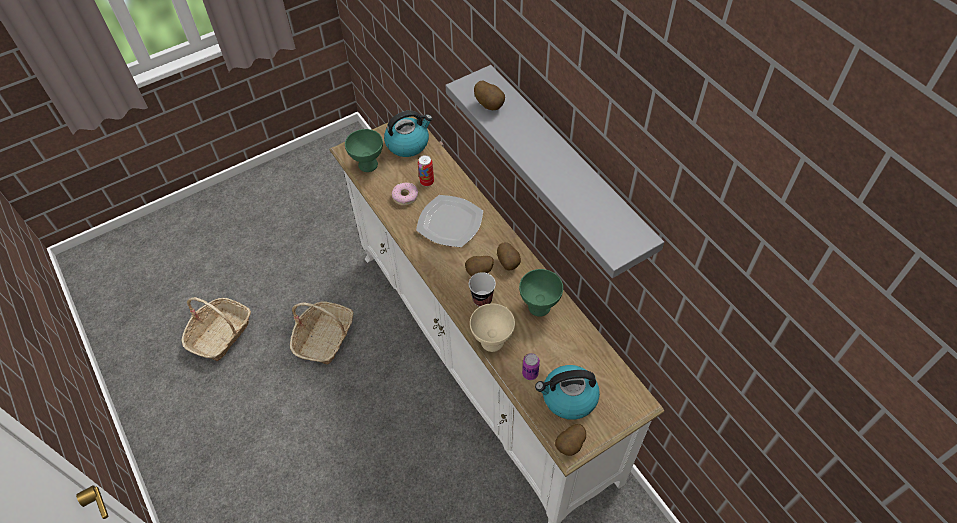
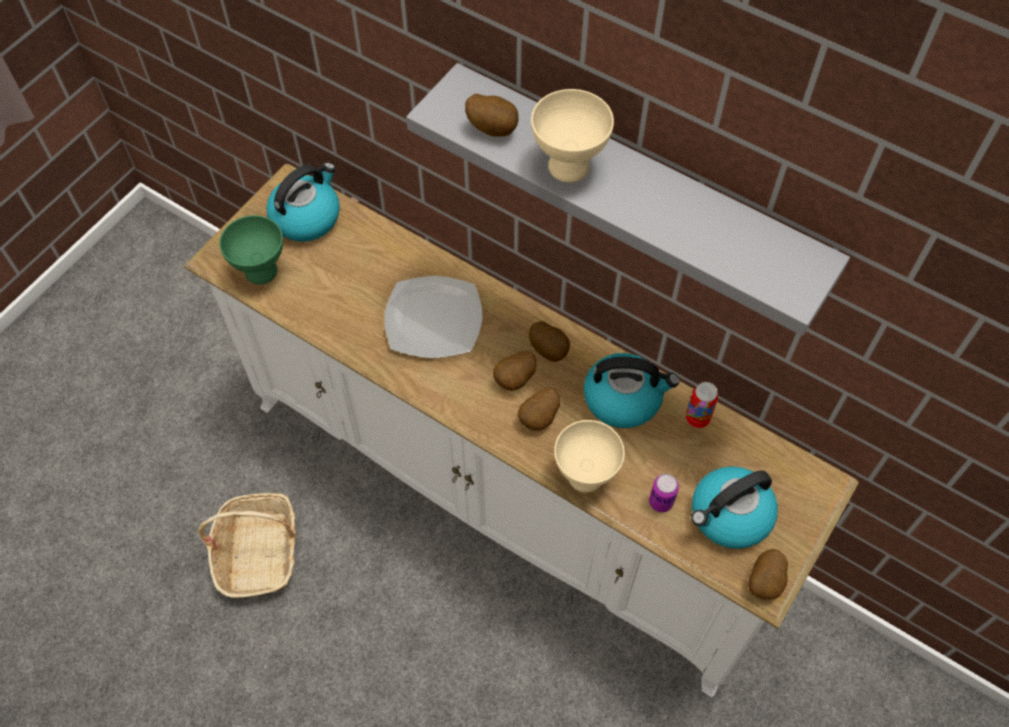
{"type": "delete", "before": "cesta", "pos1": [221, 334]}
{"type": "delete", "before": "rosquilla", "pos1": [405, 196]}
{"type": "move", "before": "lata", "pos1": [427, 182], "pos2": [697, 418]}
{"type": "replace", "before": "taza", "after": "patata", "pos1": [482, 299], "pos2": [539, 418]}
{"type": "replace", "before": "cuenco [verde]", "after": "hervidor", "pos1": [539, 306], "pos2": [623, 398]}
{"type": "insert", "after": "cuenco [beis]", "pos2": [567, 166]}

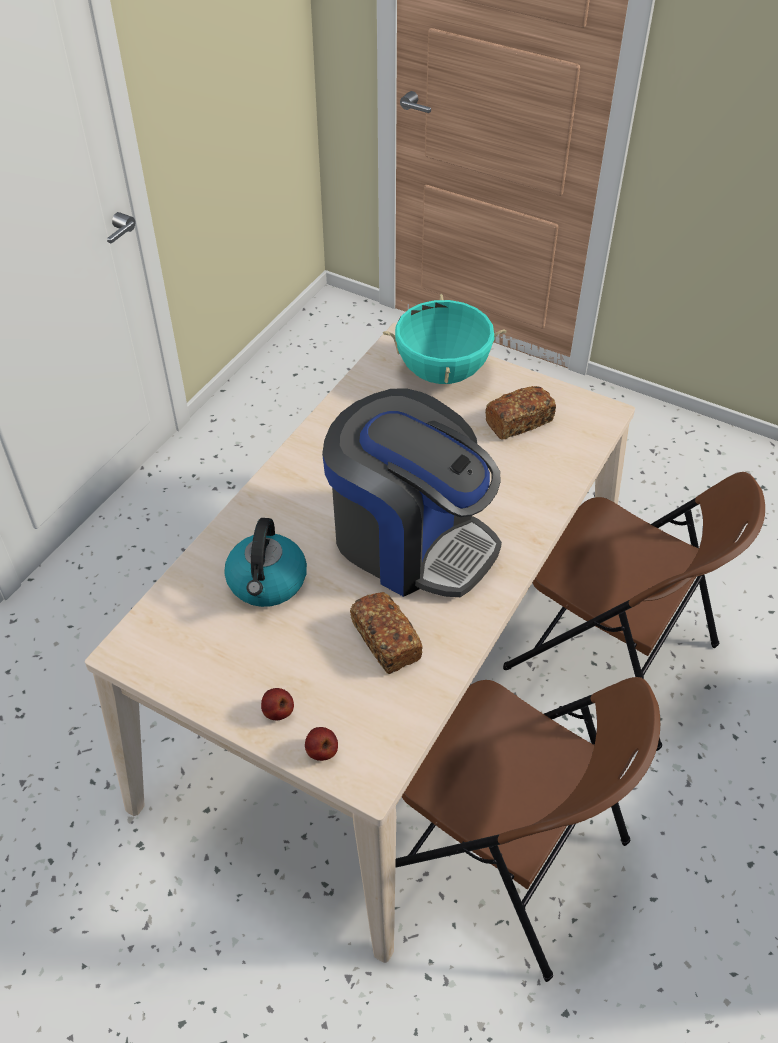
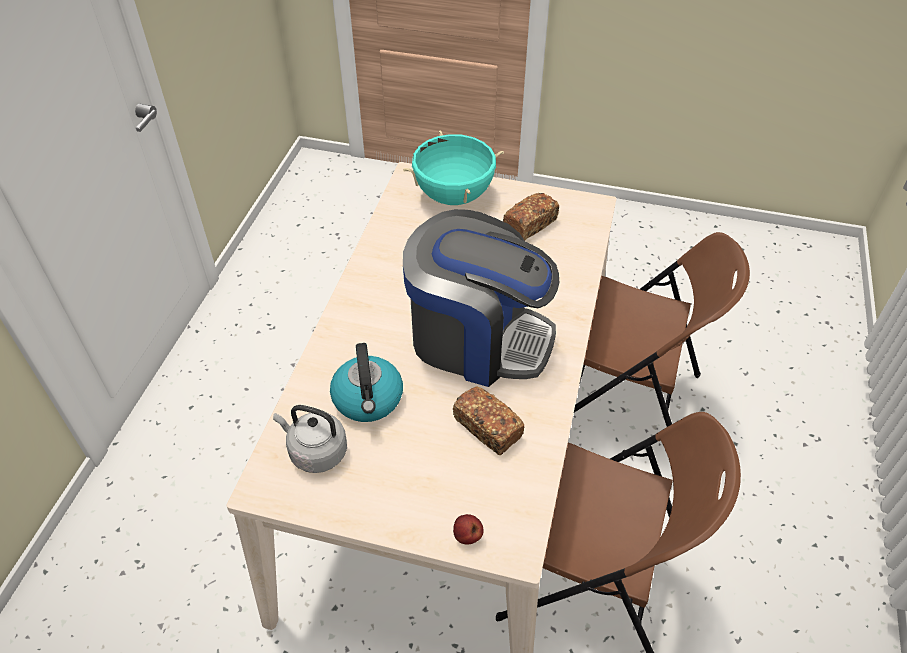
{"type": "delete", "before": "manzana", "pos1": [278, 712]}
{"type": "insert", "after": "hervidor [gris]", "pos2": [315, 452]}

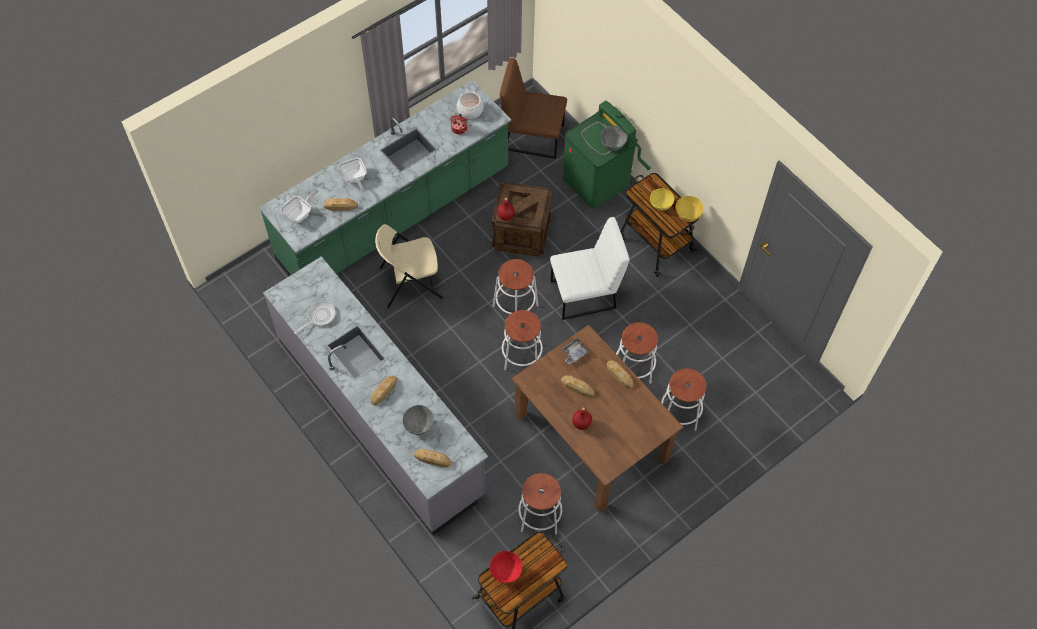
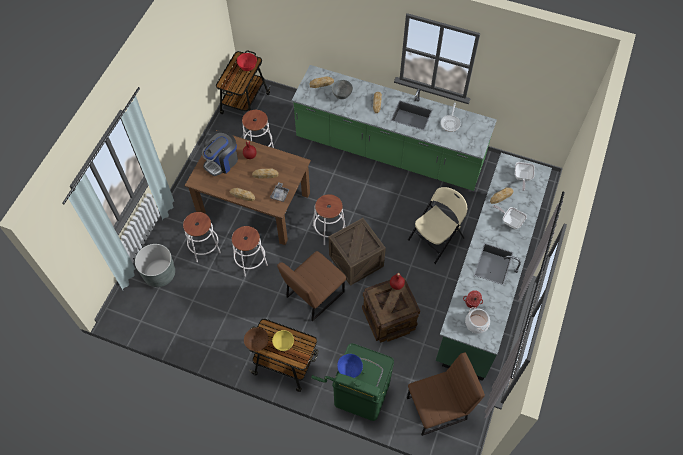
{"type": "recolor", "before": "mueble bajo de cocina [gris]", "after": "mueble bajo de cocina [verde]", "pos1": [380, 415], "pos2": [389, 151]}
{"type": "replace", "before": "taburete [blanco]", "after": "caja de embalaje", "pos1": [515, 306], "pos2": [356, 261]}
{"type": "recolor", "before": "silla [blanco]", "after": "silla [marrón]", "pos1": [585, 294], "pos2": [313, 295]}
{"type": "recolor", "before": "cuenco [gris]", "after": "cuenco [azul]", "pos1": [612, 145], "pos2": [350, 370]}
{"type": "recolor", "before": "cuenco [amarillo]", "after": "cuenco [marrón]", "pos1": [687, 216], "pos2": [257, 343]}
{"type": "insert", "after": "maceta [gris]", "pos2": [159, 274]}
{"type": "insert", "after": "cafetera", "pos2": [222, 161]}

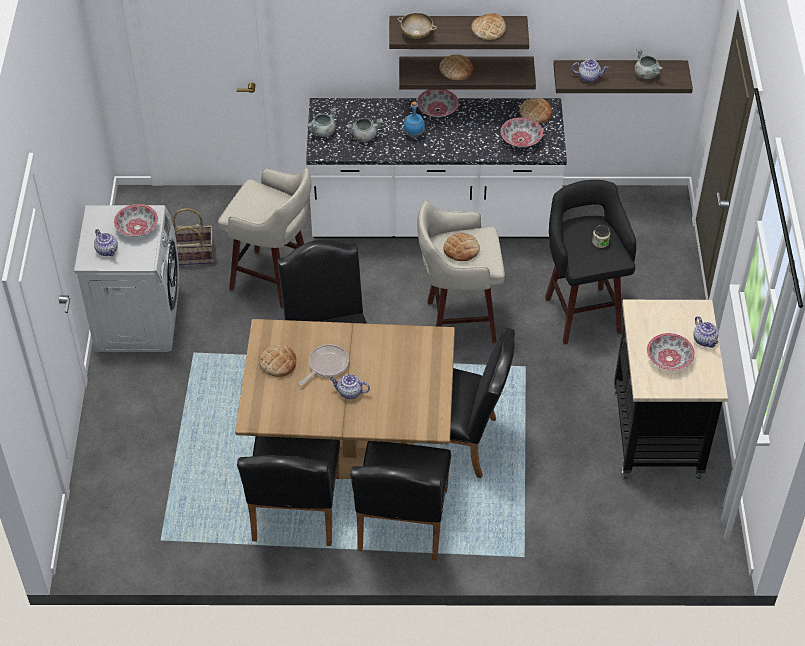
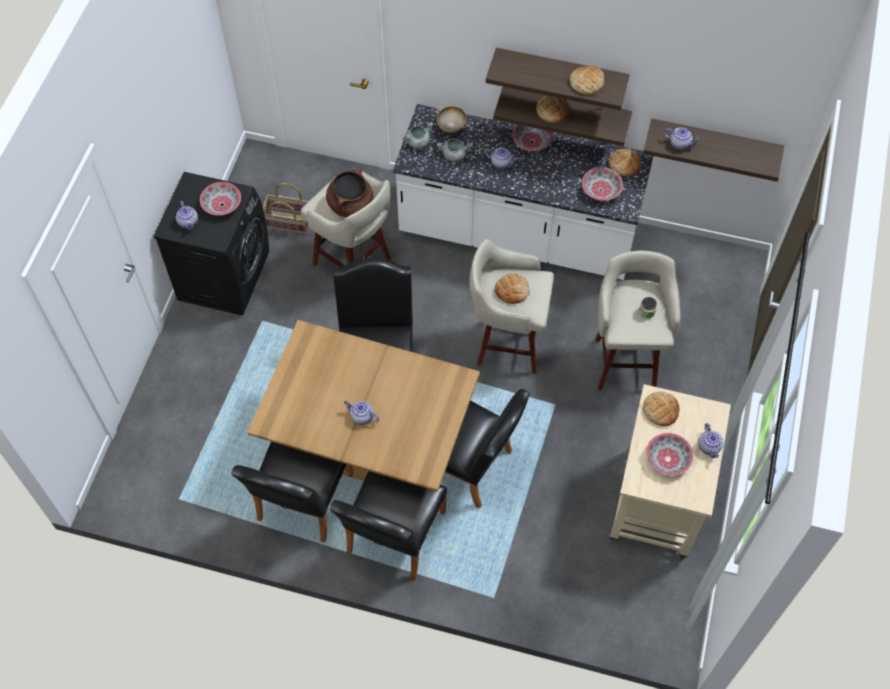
{"type": "recolor", "before": "lavadora [blanco]", "after": "lavadora [negro]", "pos1": [138, 319], "pos2": [224, 276]}
{"type": "move", "before": "pan", "pos1": [278, 363], "pos2": [660, 410]}
{"type": "delete", "before": "sartén", "pos1": [326, 365]}
{"type": "move", "before": "cuenco [beis]", "pos1": [416, 34], "pos2": [451, 126]}
{"type": "replace", "before": "botella [azul]", "after": "tetera", "pos1": [414, 135], "pos2": [501, 163]}
{"type": "recolor", "before": "taburete [negro]", "after": "taburete [beis]", "pos1": [582, 312], "pos2": [625, 361]}
{"type": "recolor", "before": "carrito [negro]", "after": "carrito [beis]", "pos1": [657, 435], "pos2": [656, 504]}
{"type": "delete", "before": "olla [gris]", "pos1": [646, 74]}
{"type": "insert", "after": "olla [marrón]", "pos2": [350, 204]}

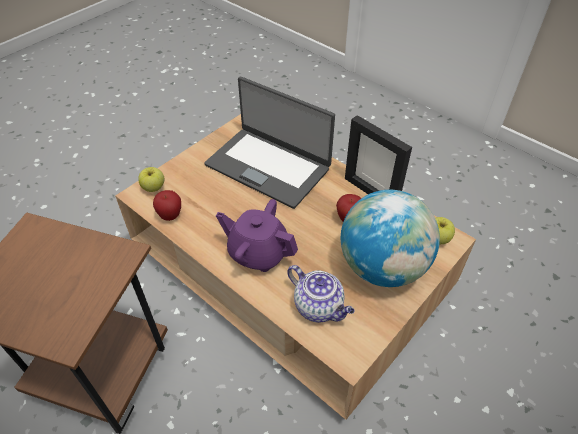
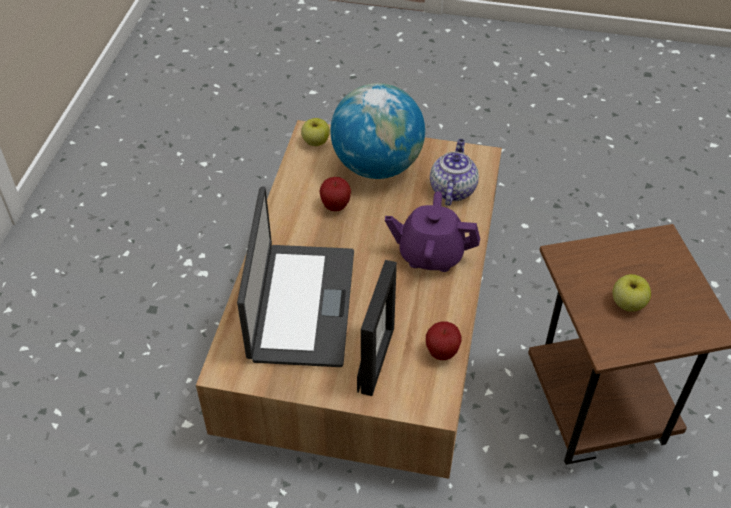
{"type": "move", "before": "manzana", "pos1": [154, 187], "pos2": [627, 303]}
{"type": "rotate", "before": "tetera [morado]", "pos1": [258, 253], "pos2": [430, 254], "turn": 105}
{"type": "move", "before": "portarretratos", "pos1": [371, 191], "pos2": [376, 359]}

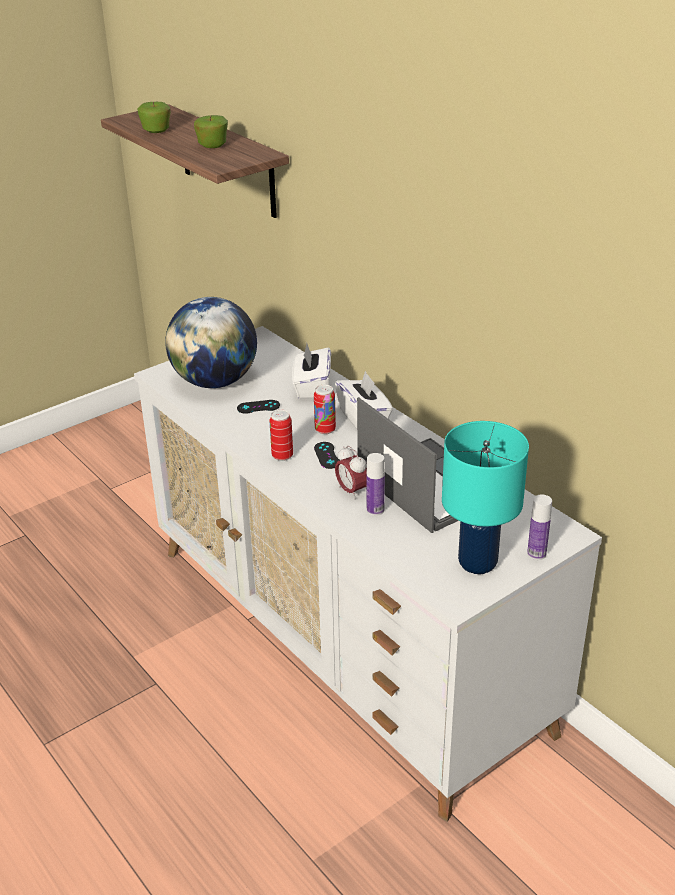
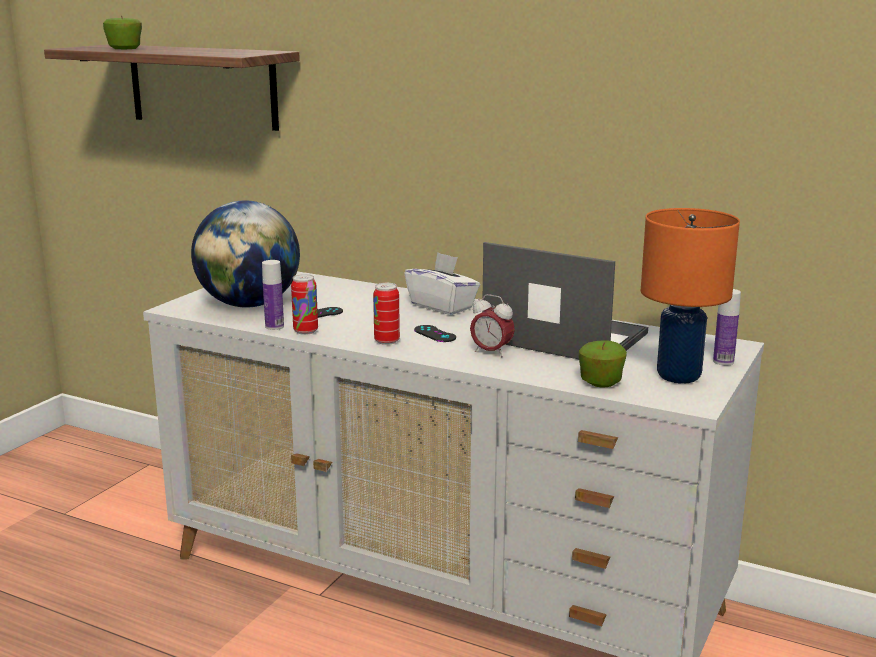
{"type": "move", "before": "manzana", "pos1": [212, 145], "pos2": [601, 382]}
{"type": "delete", "before": "caja de pañuelos [blanco]", "pos1": [312, 388]}
{"type": "move", "before": "lata", "pos1": [325, 430], "pos2": [305, 331]}
{"type": "move", "before": "botella", "pos1": [375, 510], "pos2": [274, 326]}
{"type": "recolor", "before": "lámpara de mesa [turquesa]", "after": "lámpara de mesa [naranja]", "pos1": [475, 563], "pos2": [676, 376]}

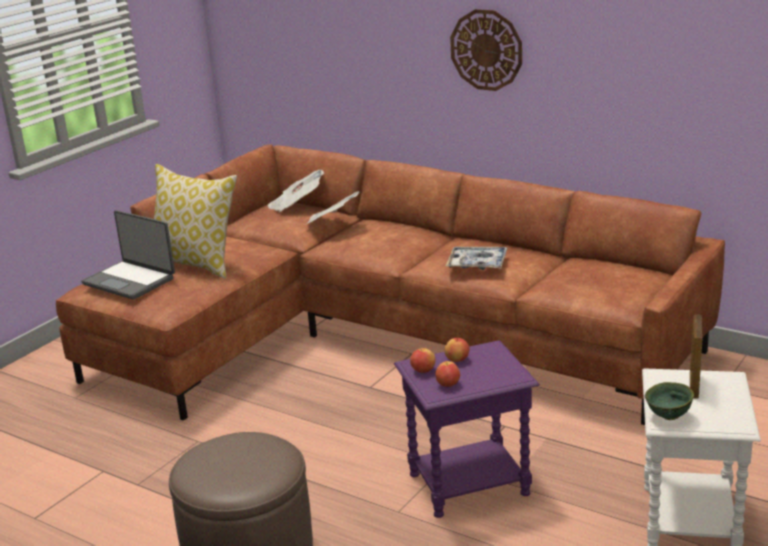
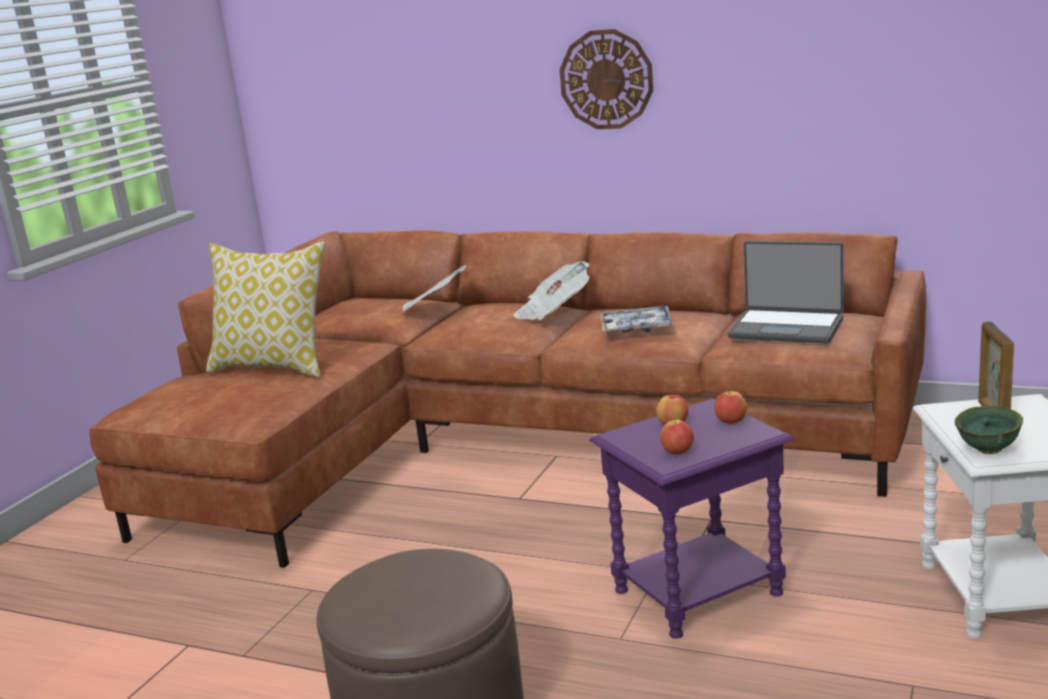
{"type": "move", "before": "portátil", "pos1": [130, 281], "pos2": [786, 328]}
{"type": "move", "before": "periódico", "pos1": [296, 205], "pos2": [553, 312]}
{"type": "move", "before": "manzana", "pos1": [423, 371], "pos2": [731, 421]}

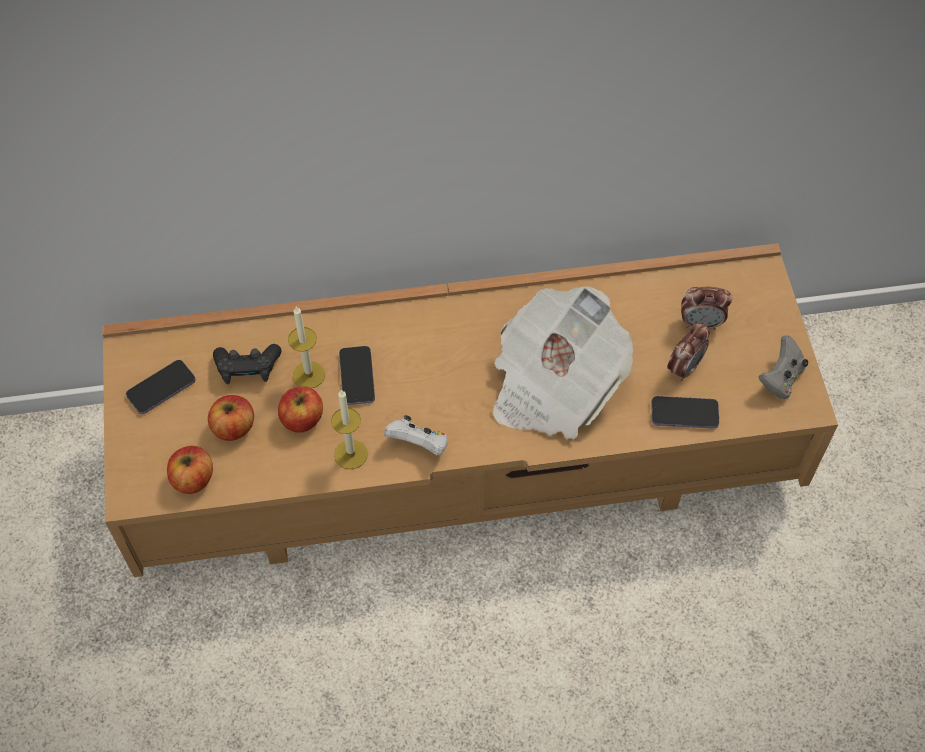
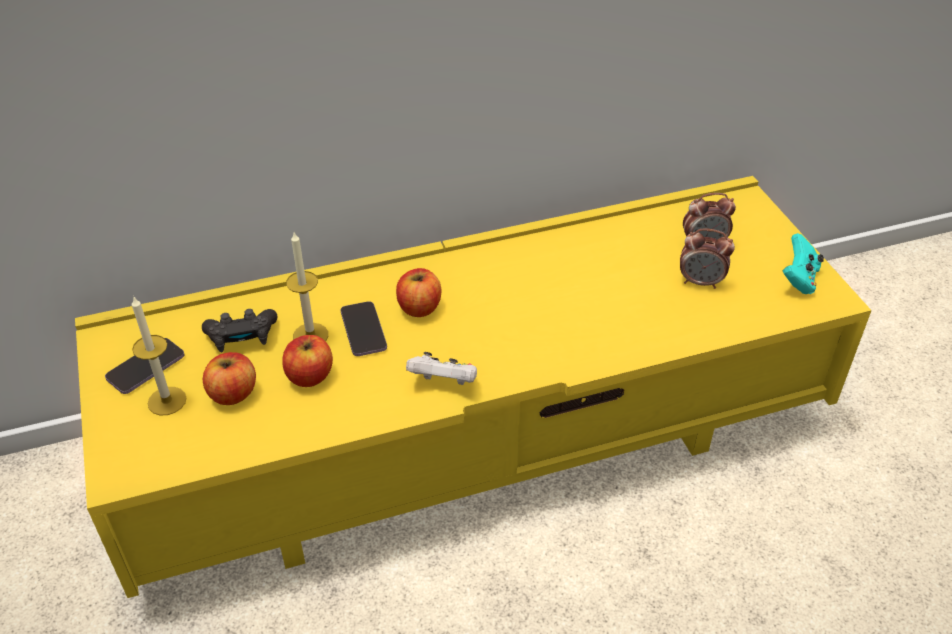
{"type": "recolor", "before": "mueble de televisión [marrón]", "after": "mueble de televisión [amarillo]", "pos1": [463, 452], "pos2": [476, 430]}
{"type": "move", "before": "manzana", "pos1": [193, 479], "pos2": [419, 308]}
{"type": "move", "before": "vela", "pos1": [350, 454], "pos2": [167, 401]}
{"type": "delete", "before": "periódico", "pos1": [553, 384]}
{"type": "delete", "before": "móvil", "pos1": [684, 414]}
{"type": "rotate", "before": "despertador", "pos1": [684, 367], "pos2": [701, 282], "turn": 75}
{"type": "recolor", "before": "mando de consola [gris]", "after": "mando de consola [turquesa]", "pos1": [780, 378], "pos2": [799, 279]}

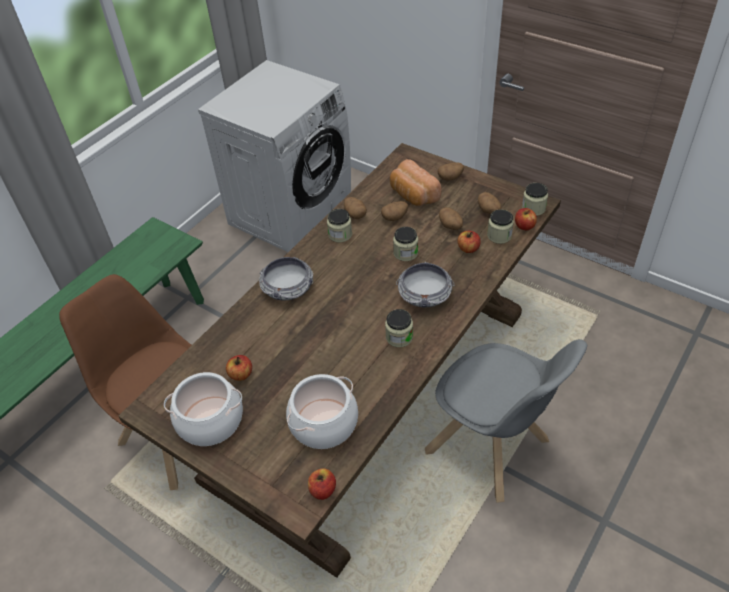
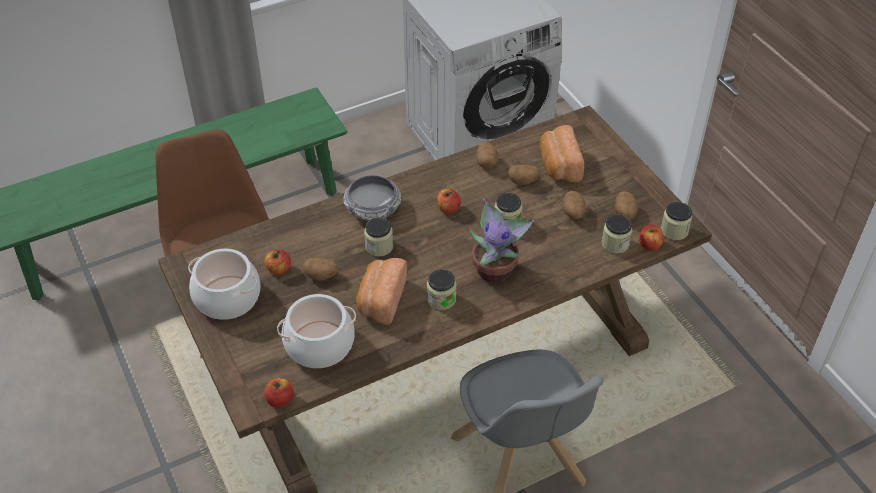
{"type": "move", "before": "tarro", "pos1": [340, 234], "pos2": [379, 246]}
{"type": "replace", "before": "cuenco", "after": "planta en maceta", "pos1": [425, 294], "pos2": [495, 270]}
{"type": "move", "before": "patata", "pos1": [450, 177], "pos2": [321, 275]}
{"type": "move", "before": "manzana", "pos1": [468, 248], "pos2": [448, 209]}
{"type": "insert", "after": "pan", "pos2": [380, 300]}

